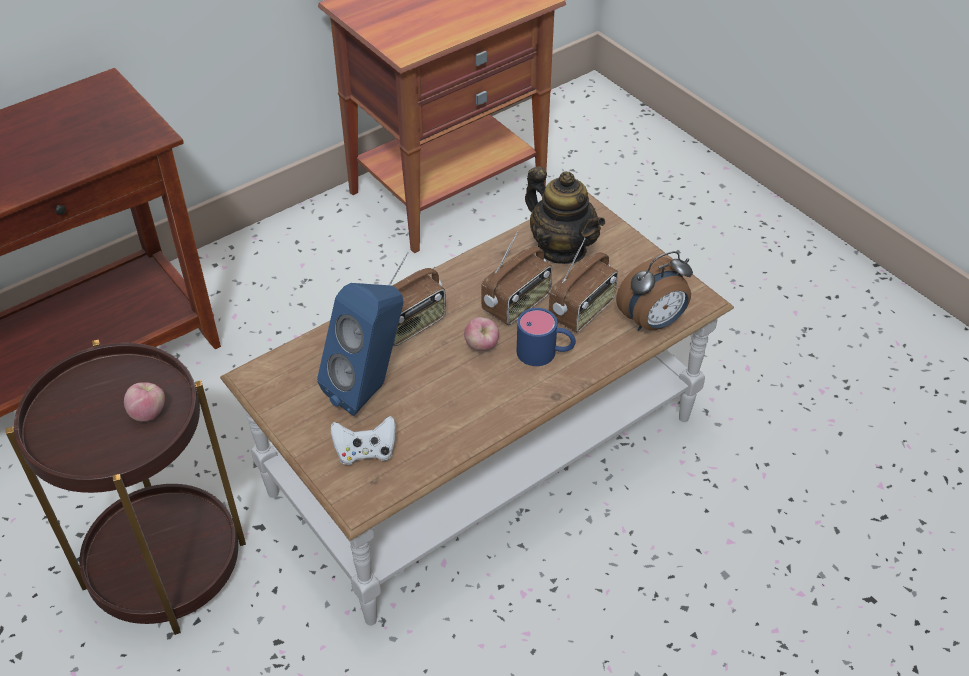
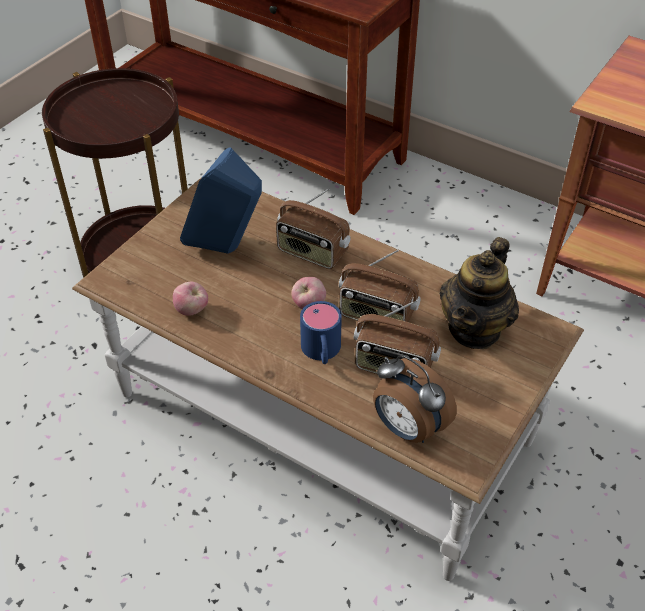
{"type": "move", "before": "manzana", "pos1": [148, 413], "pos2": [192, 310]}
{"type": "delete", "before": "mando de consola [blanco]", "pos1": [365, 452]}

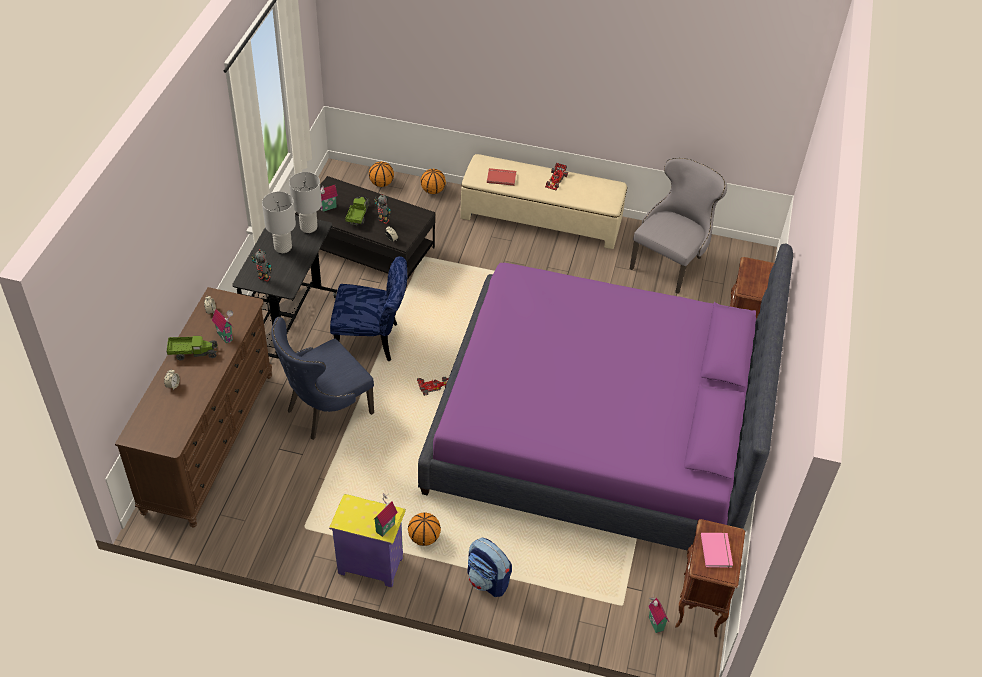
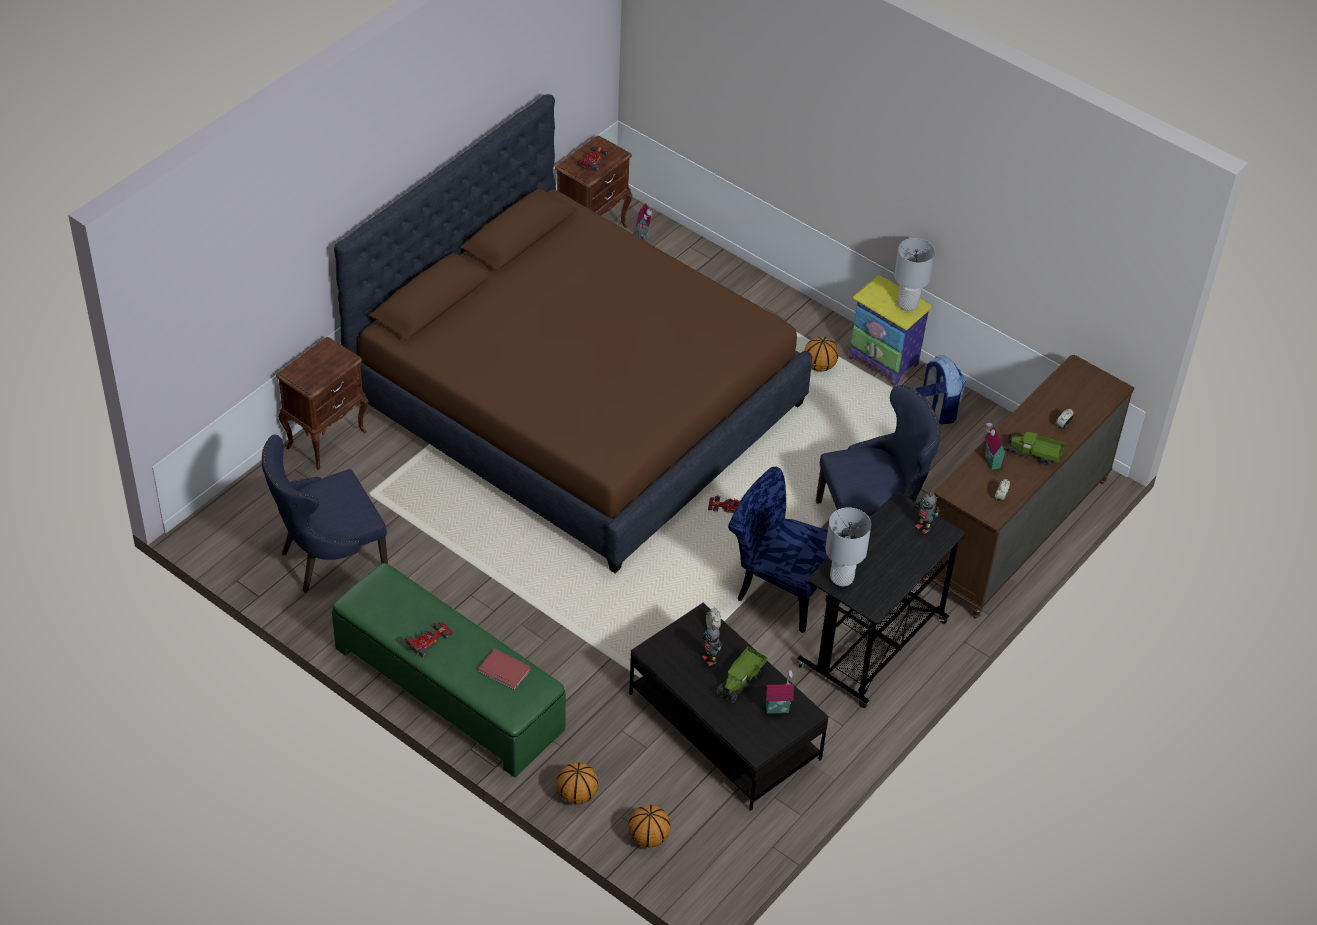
{"type": "move", "before": "lámpara de mesa [gris]", "pos1": [283, 249], "pos2": [907, 305]}
{"type": "delete", "before": "casita", "pos1": [384, 527]}
{"type": "recolor", "before": "cama [morado]", "after": "cama [marrón]", "pos1": [597, 429], "pos2": [576, 401]}
{"type": "recolor", "before": "banco [beis]", "after": "banco [verde]", "pos1": [542, 218], "pos2": [447, 688]}
{"type": "move", "before": "mochila", "pos1": [488, 580], "pos2": [937, 409]}
{"type": "recolor", "before": "silla [gris]", "after": "silla [azul]", "pos1": [670, 263], "pos2": [328, 559]}
{"type": "replace", "before": "libro [rosa]", "after": "coche de juguete", "pos1": [717, 550], "pos2": [593, 159]}

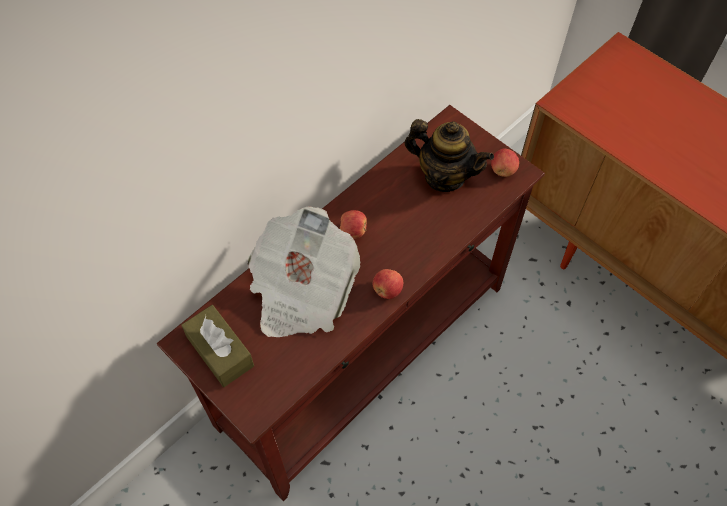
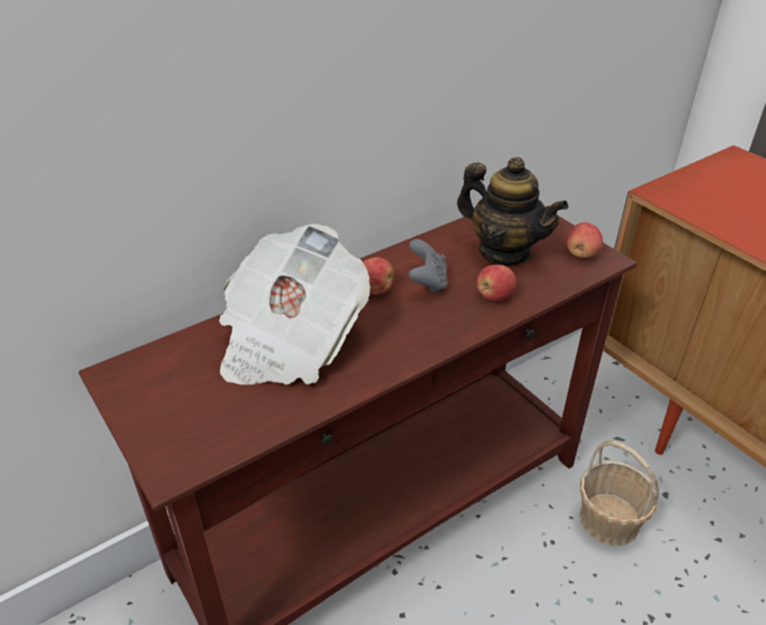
{"type": "delete", "before": "caja de pañuelos [marrón]", "pos1": [220, 351]}
{"type": "move", "before": "manzana", "pos1": [387, 290], "pos2": [494, 296]}
{"type": "insert", "after": "mando de consola [gris]", "pos2": [427, 282]}
{"type": "insert", "after": "cesta", "pos2": [609, 520]}

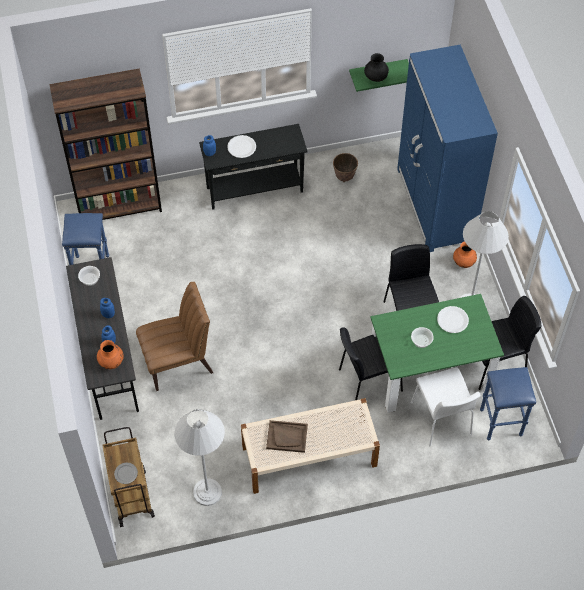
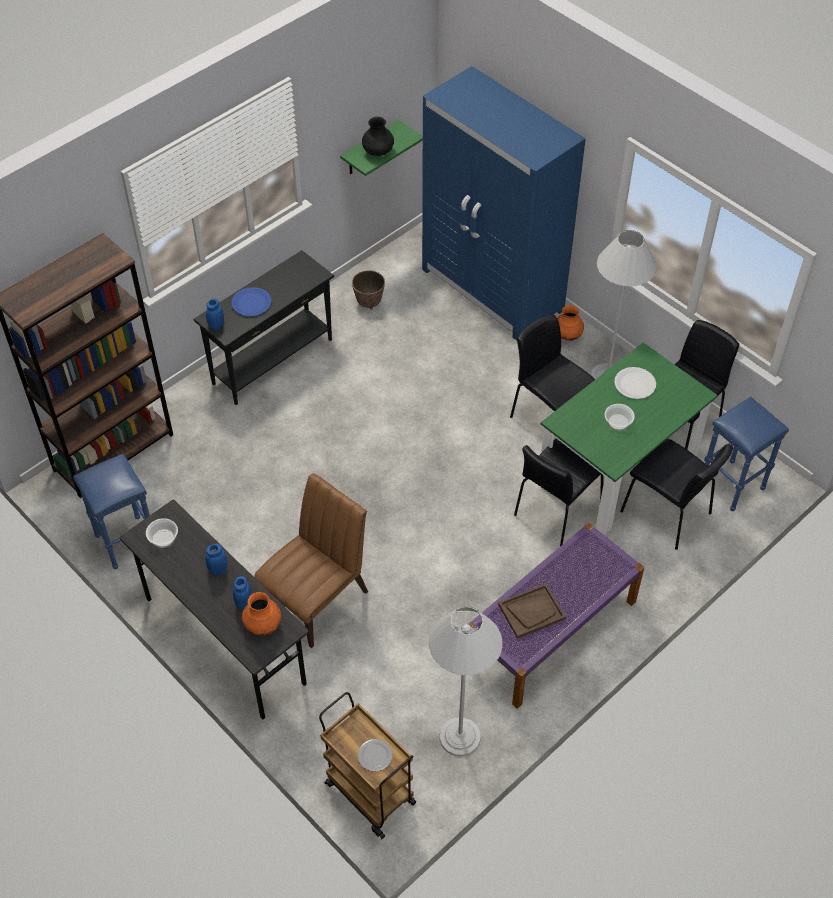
{"type": "recolor", "before": "plato [blanco]", "after": "plato [azul]", "pos1": [241, 147], "pos2": [251, 303]}
{"type": "recolor", "before": "banco [beis]", "after": "banco [morado]", "pos1": [309, 457], "pos2": [551, 631]}
{"type": "recolor", "before": "silla [blanco]", "after": "silla [negro]", "pos1": [442, 420], "pos2": [668, 514]}

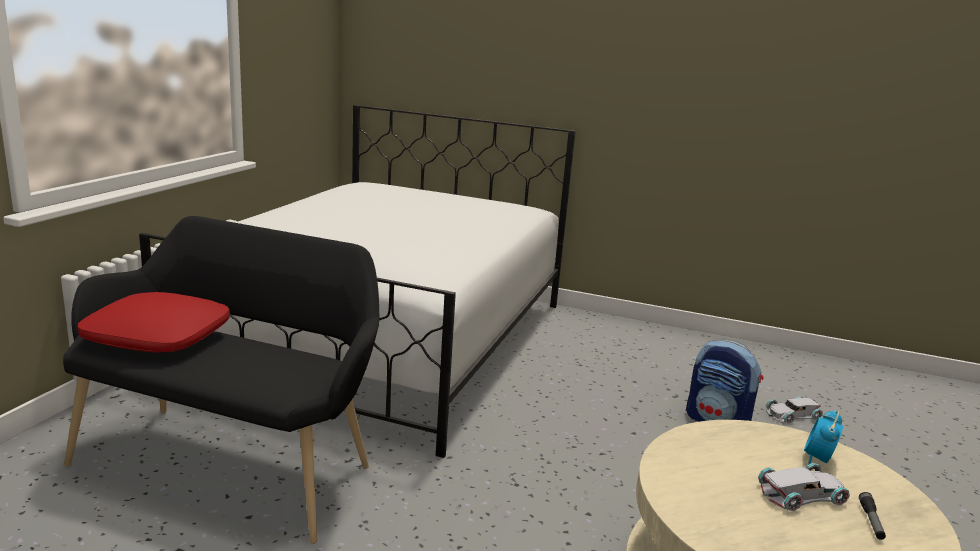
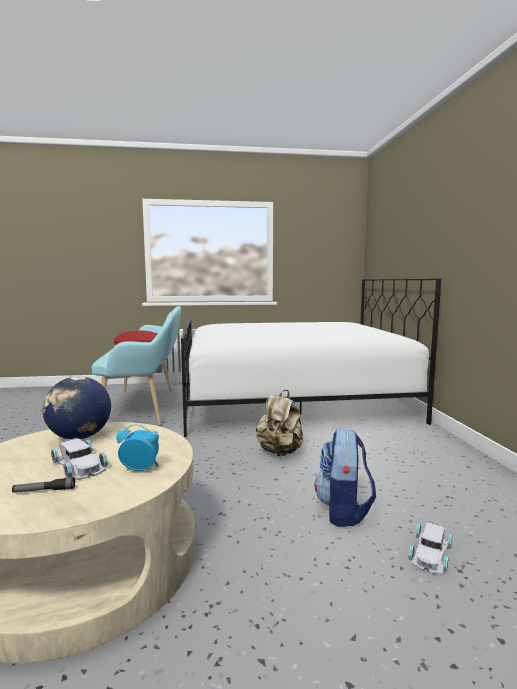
{"type": "recolor", "before": "banco [negro]", "after": "banco [turquesa]", "pos1": [233, 461], "pos2": [145, 407]}
{"type": "rotate", "before": "coche de juguete [blanco]", "pos1": [792, 414], "pos2": [429, 552], "turn": -105}
{"type": "insert", "after": "globo terráqueo", "pos2": [79, 437]}
{"type": "insert", "after": "mochila [beis]", "pos2": [280, 452]}

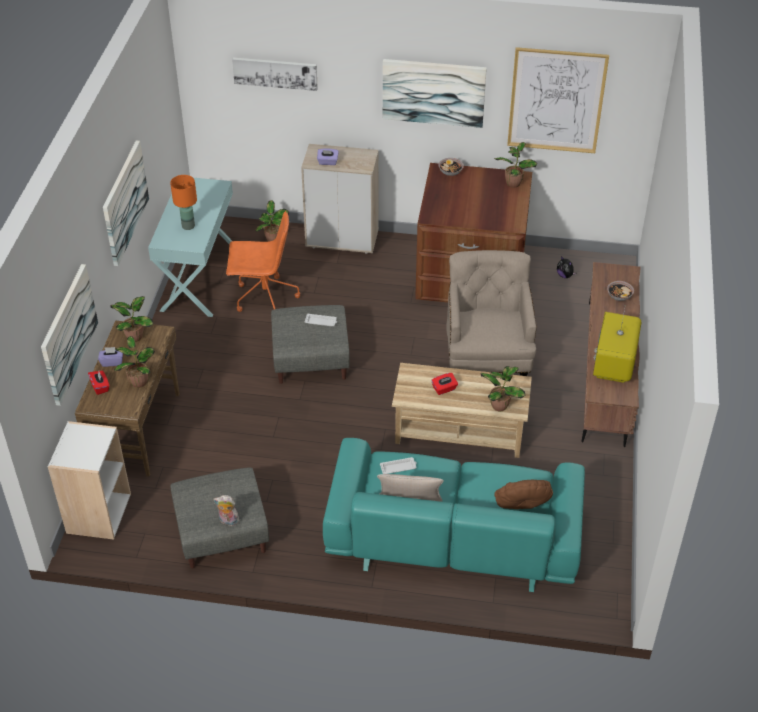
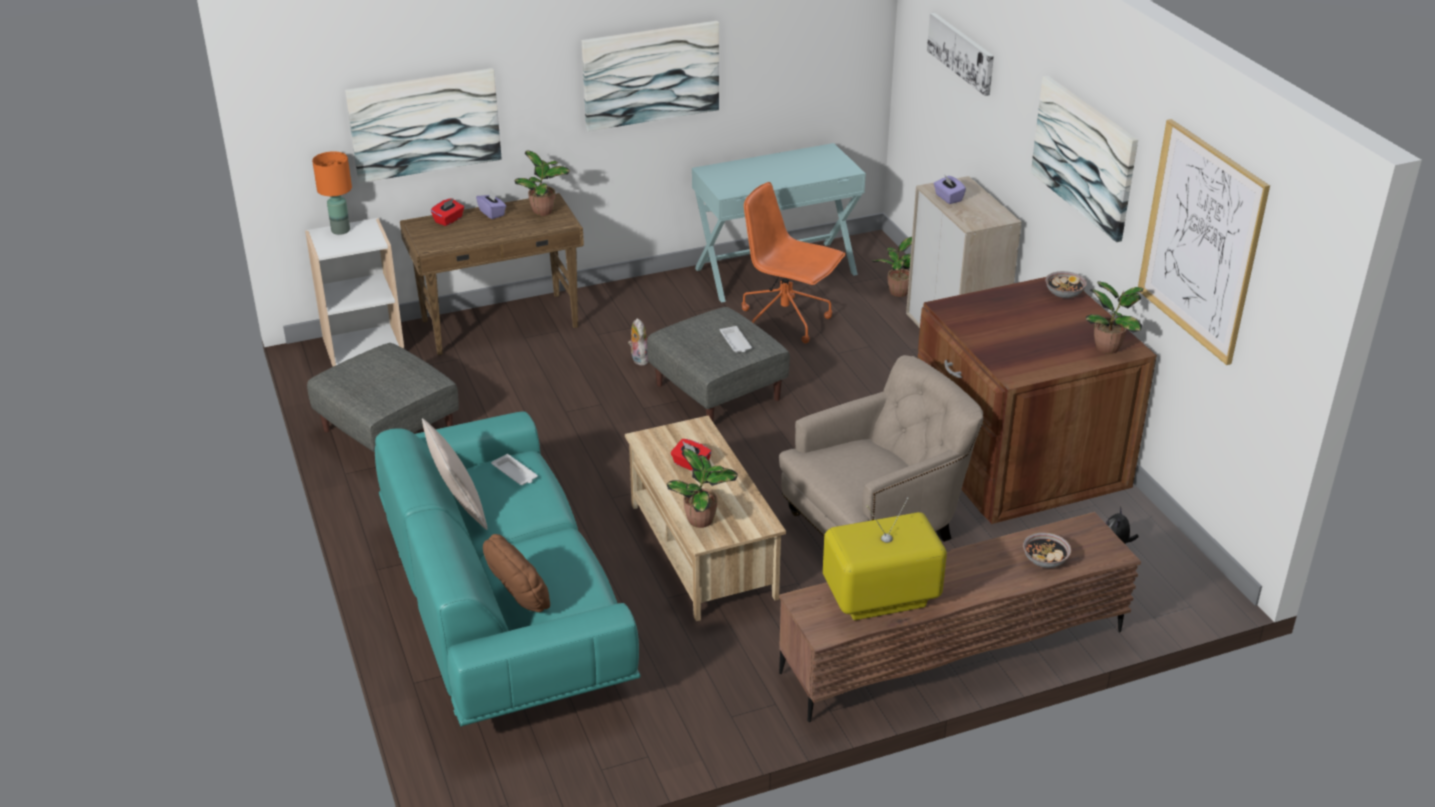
{"type": "delete", "before": "planta en maceta", "pos1": [138, 381]}
{"type": "move", "before": "lámpara de mesa [naranja]", "pos1": [188, 226], "pos2": [340, 230]}
{"type": "move", "before": "peluche", "pos1": [228, 521], "pos2": [638, 359]}
{"type": "rotate", "before": "silla de oficina [naranja]", "pos1": [263, 298], "pos2": [788, 322], "turn": 150}

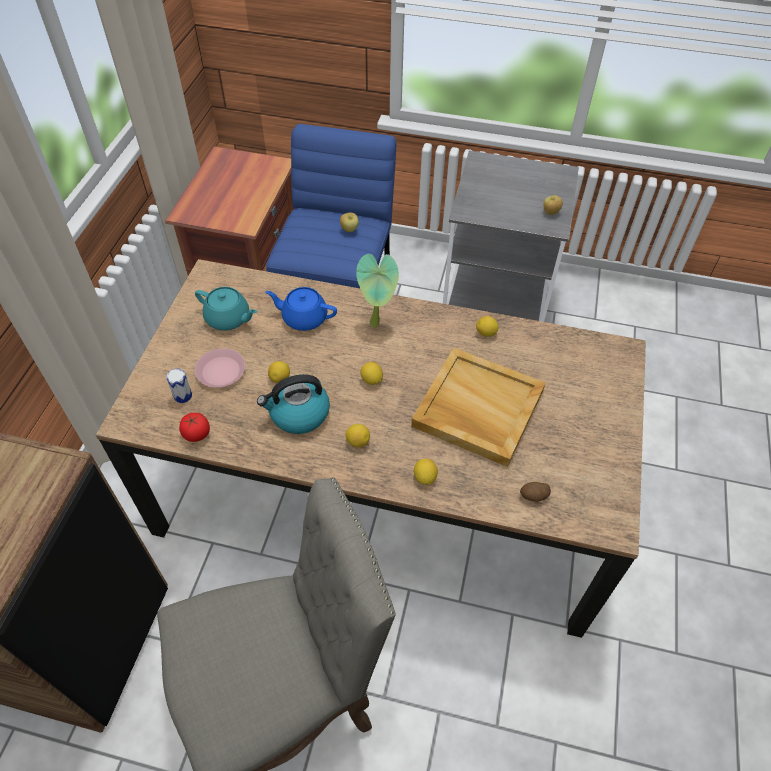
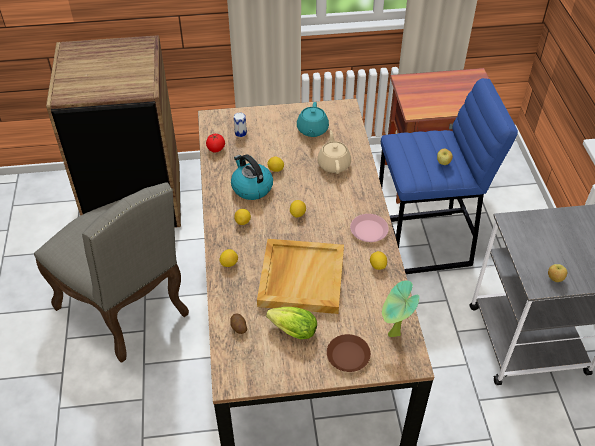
{"type": "move", "before": "plato [rosa]", "pos1": [221, 371], "pos2": [368, 231]}
{"type": "recolor", "before": "tetera [azul]", "after": "tetera [beis]", "pos1": [304, 318], "pos2": [334, 164]}
{"type": "move", "before": "planta en maceta", "pos1": [377, 324], "pos2": [393, 336]}
{"type": "insert", "after": "lechuga", "pos2": [290, 330]}
{"type": "insert", "after": "plato [marrón]", "pos2": [348, 356]}

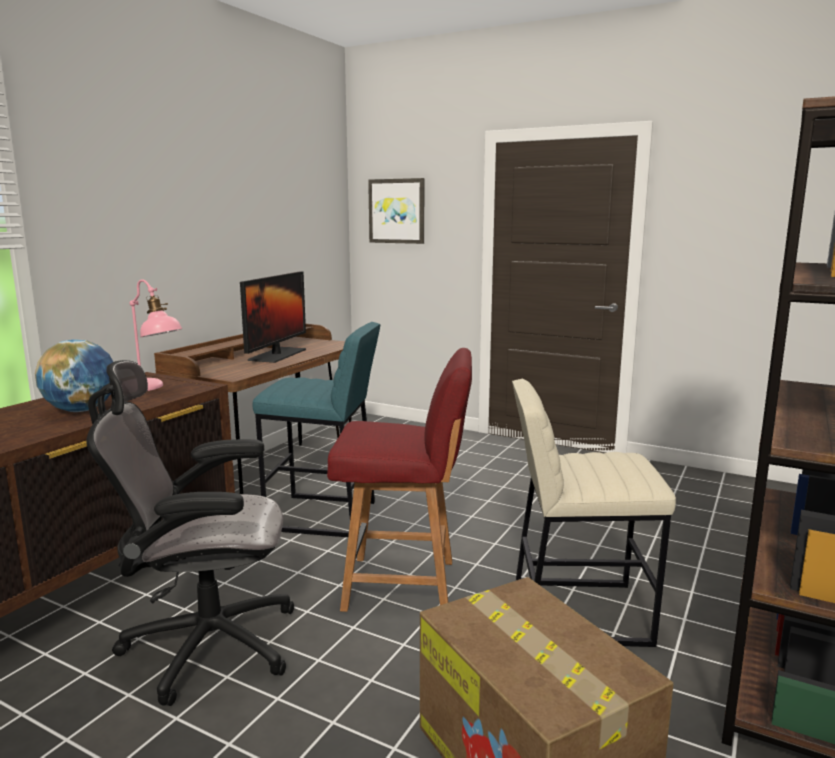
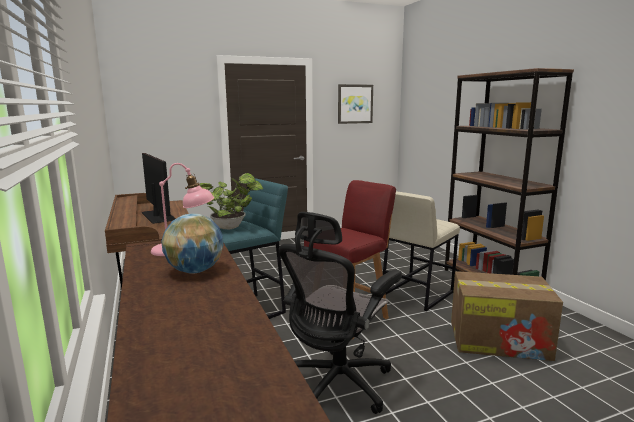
{"type": "move", "before": "cuadro", "pos1": [397, 211], "pos2": [355, 104]}
{"type": "insert", "after": "planta en maceta", "pos2": [231, 227]}

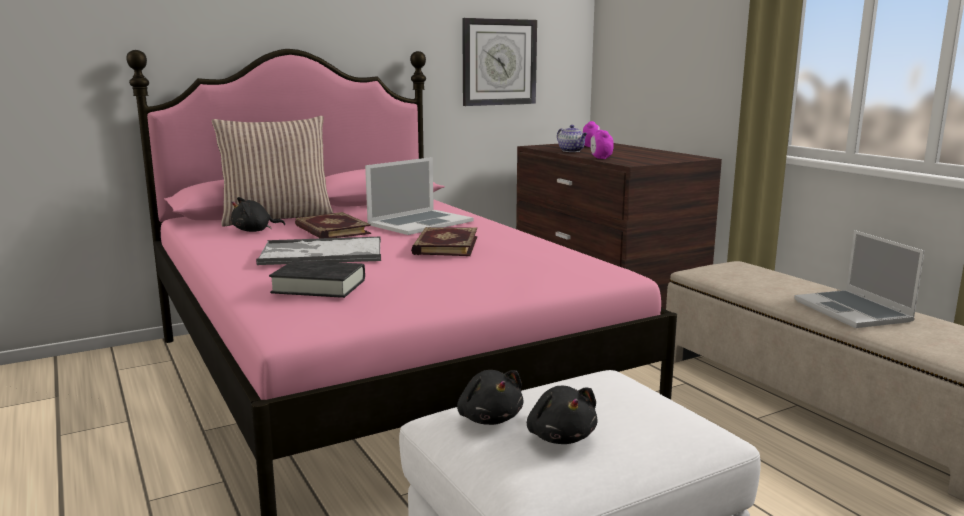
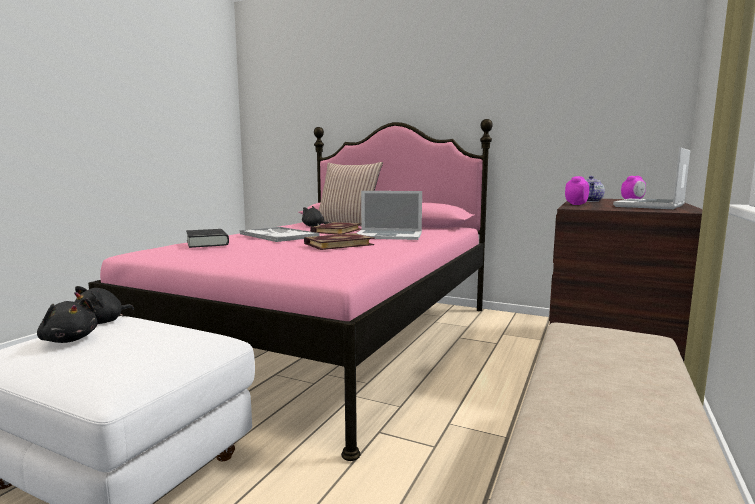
{"type": "delete", "before": "reloj de pared", "pos1": [499, 62]}
{"type": "rotate", "before": "peluche [negro]", "pos1": [560, 436], "pos2": [69, 340], "turn": -90}
{"type": "move", "before": "portátil", "pos1": [854, 311], "pos2": [651, 206]}

